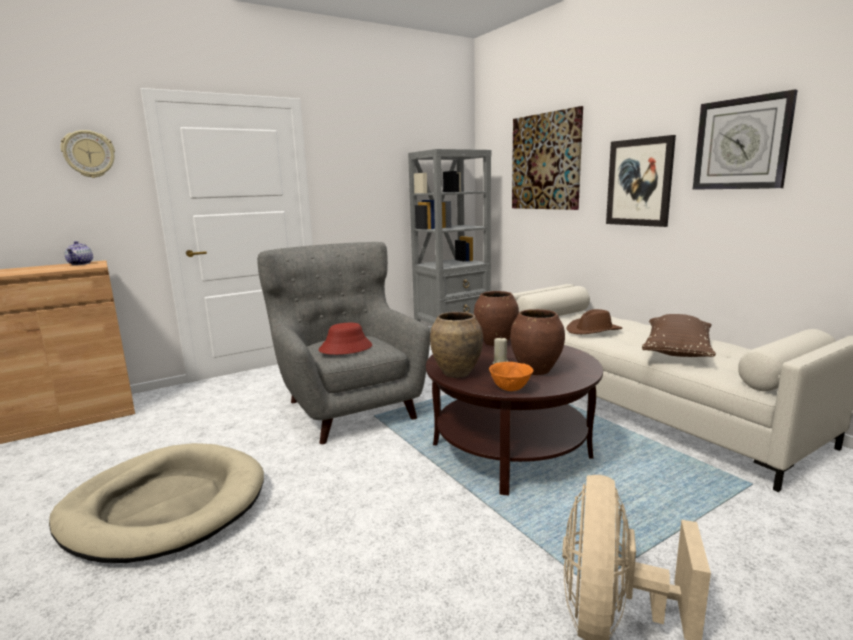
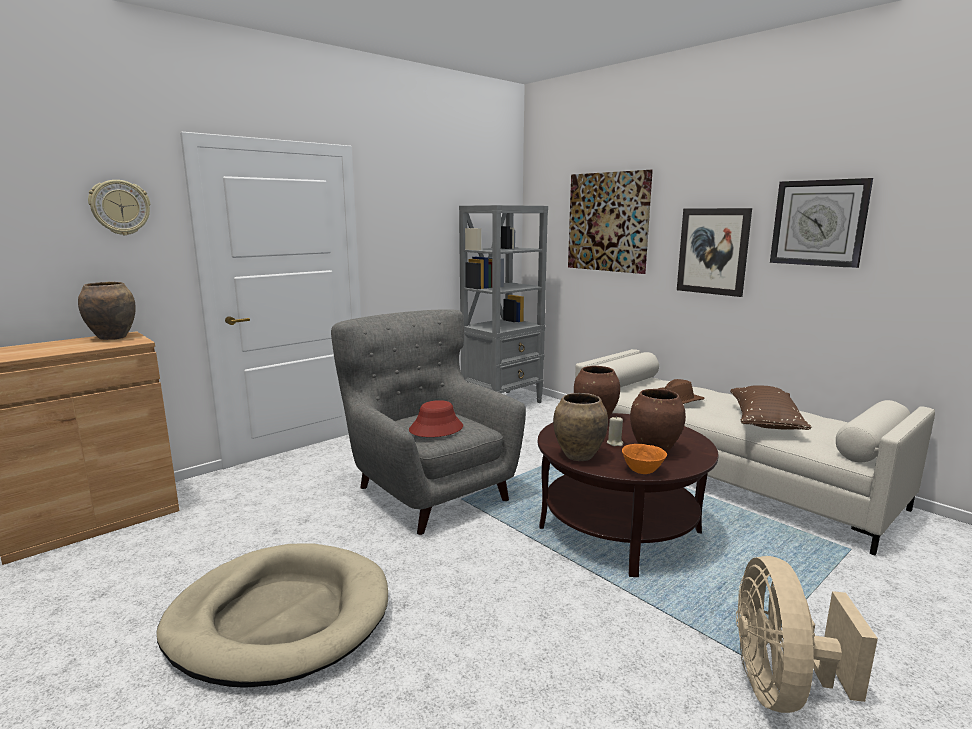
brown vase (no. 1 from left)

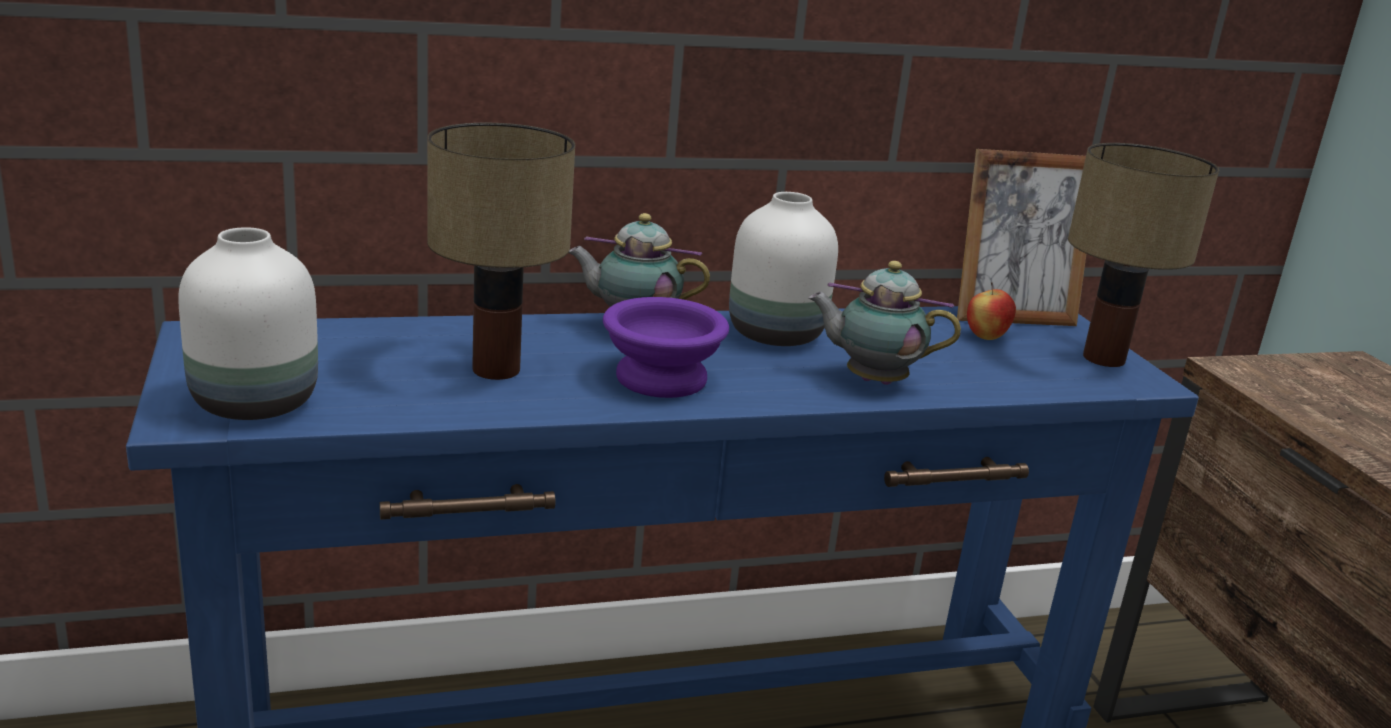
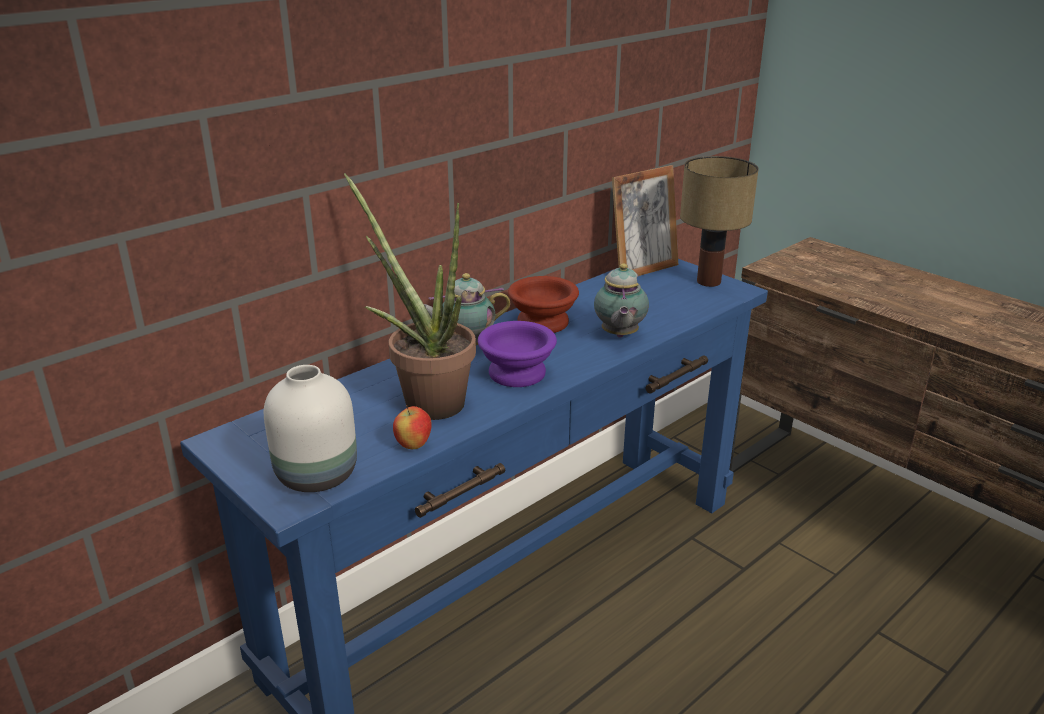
apple; potted plant; brown bowl; teapot (no. 2 from left)

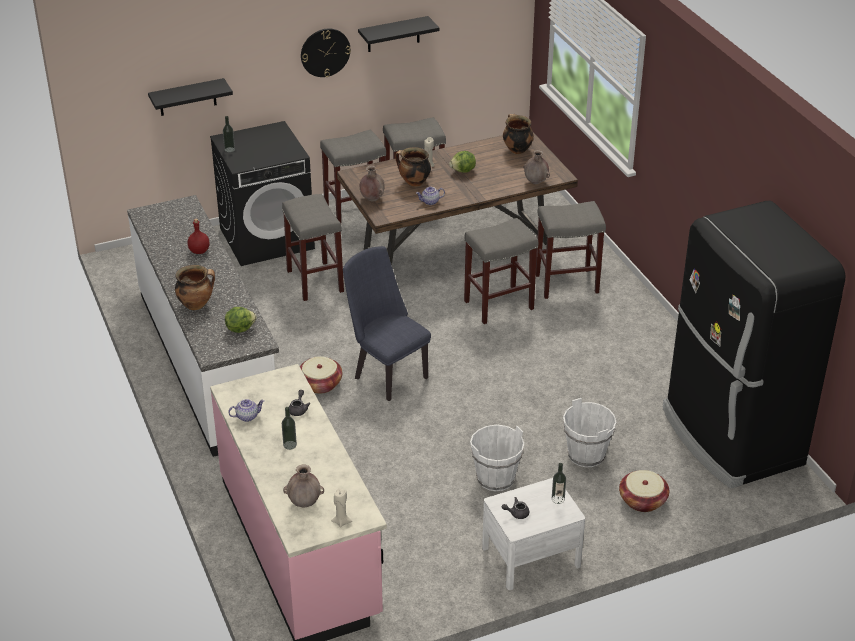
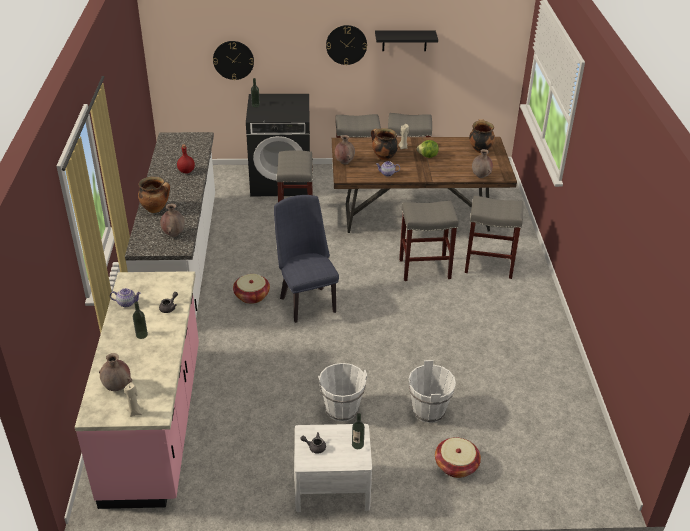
black fridge; wall clock (no. 1 from left); brown vase (no. 2 from left)

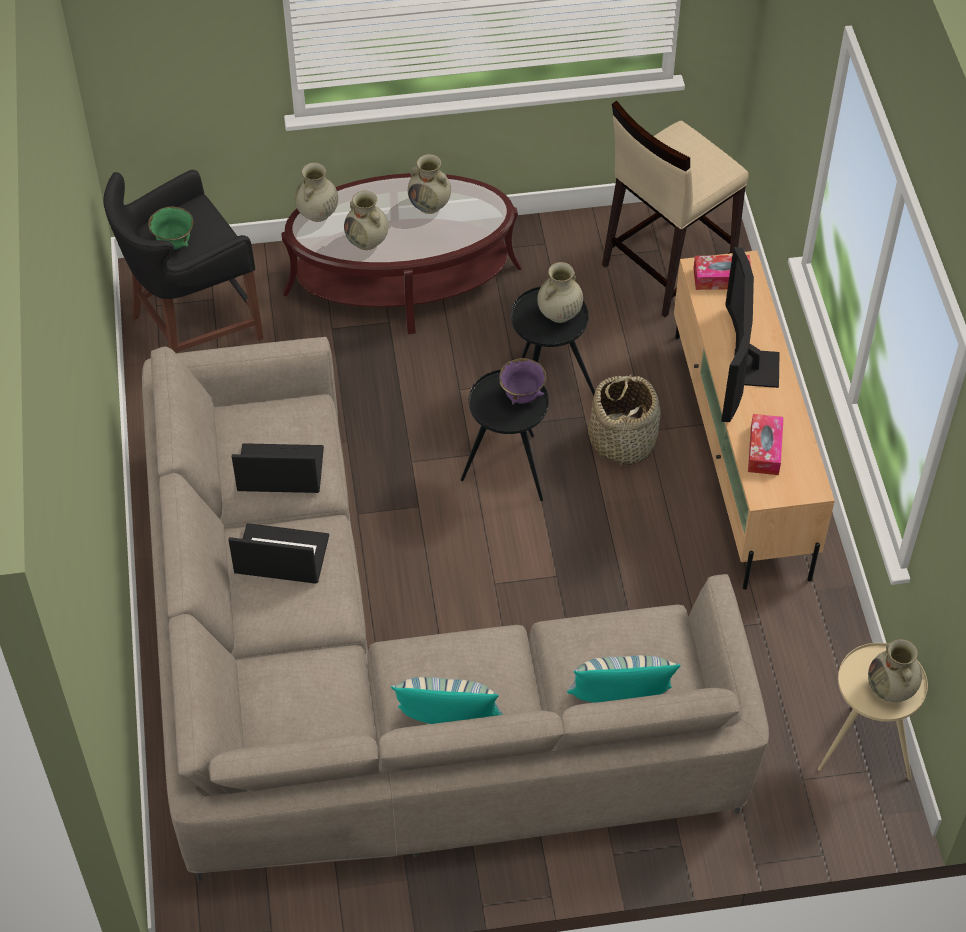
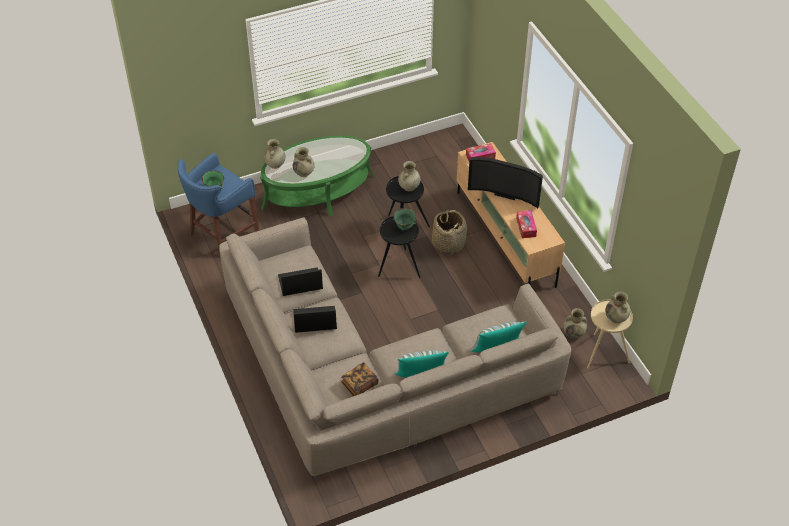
beige stool; book; beige vase (no. 4 from left); blue stool; green coffee table; green bowl (no. 2 from left); television

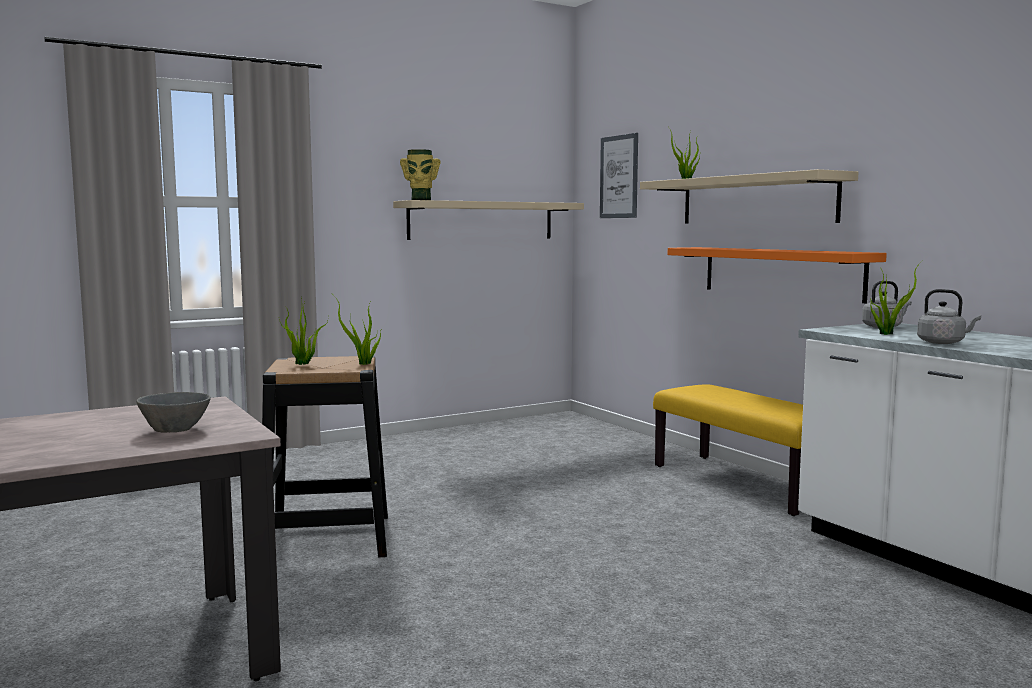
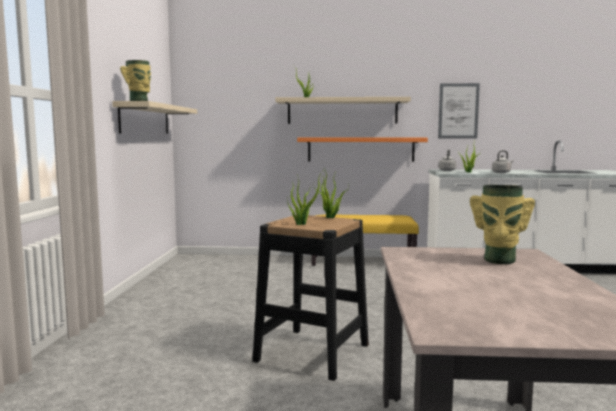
picture; vase (no. 2 from left)

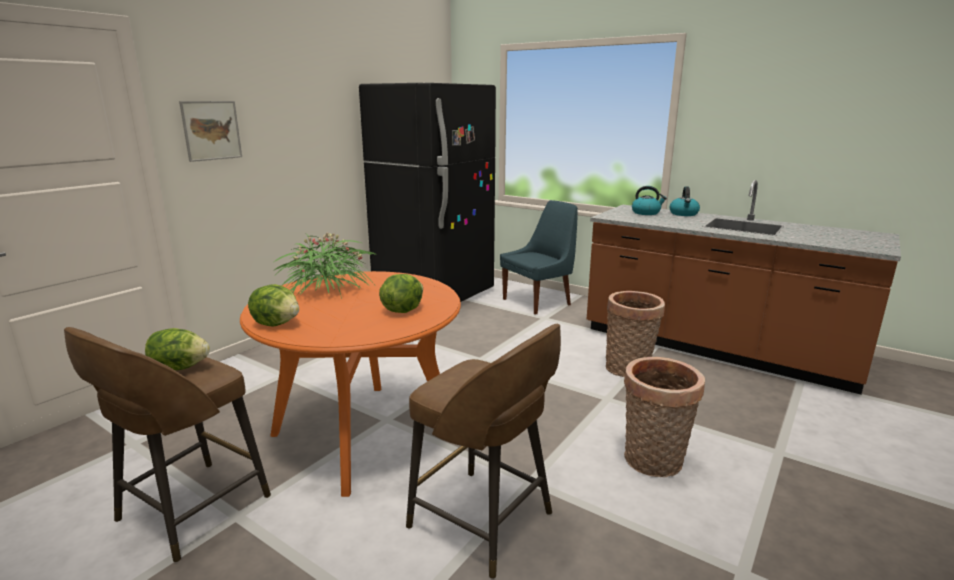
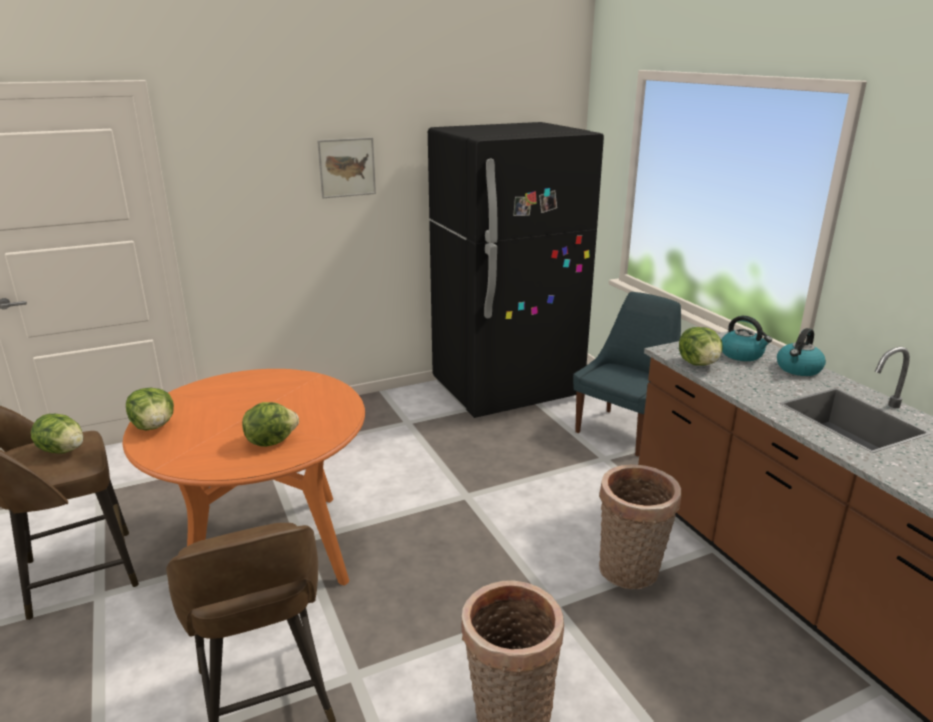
potted plant; lettuce (no. 4 from left); picture; blue chair

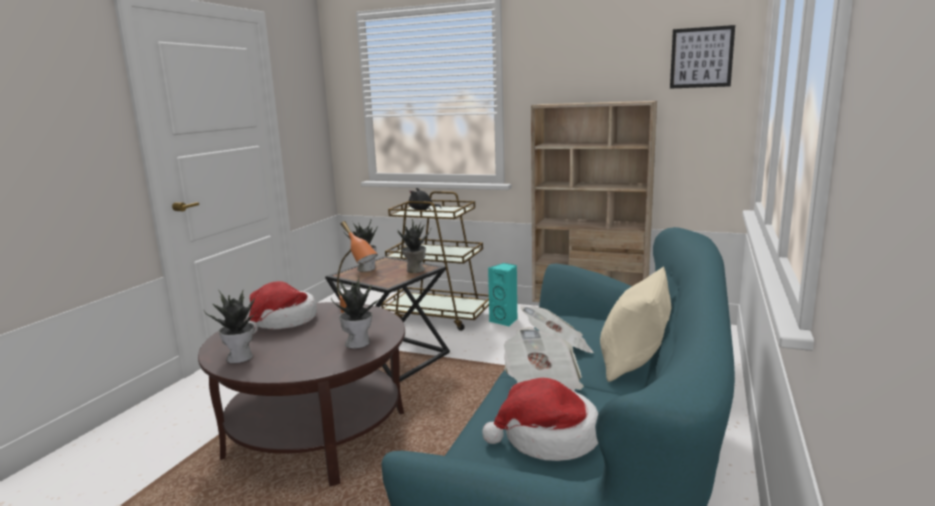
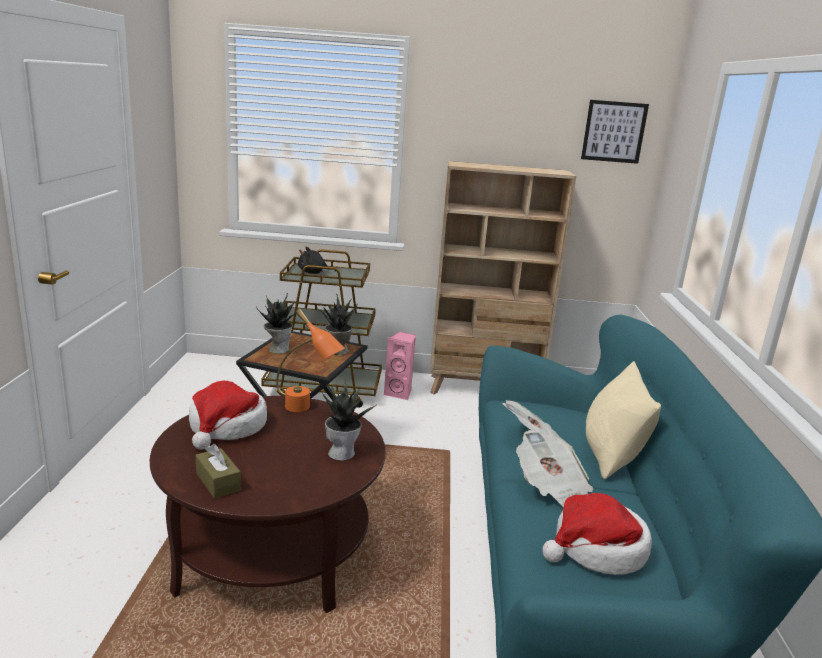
brown tissue box; pink speaker

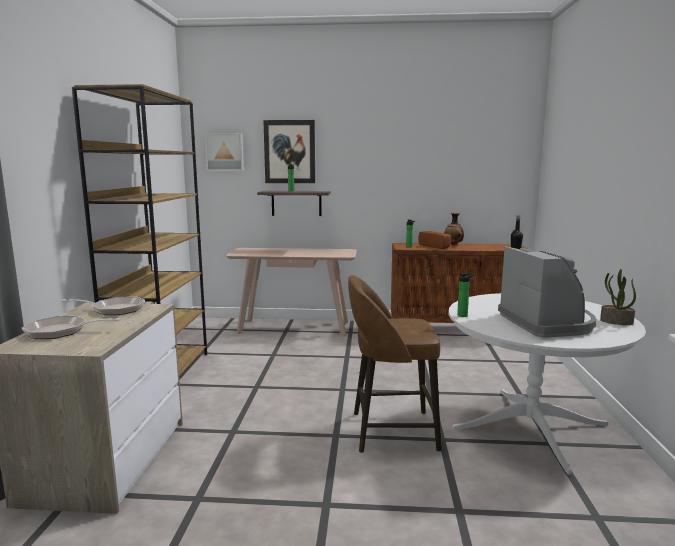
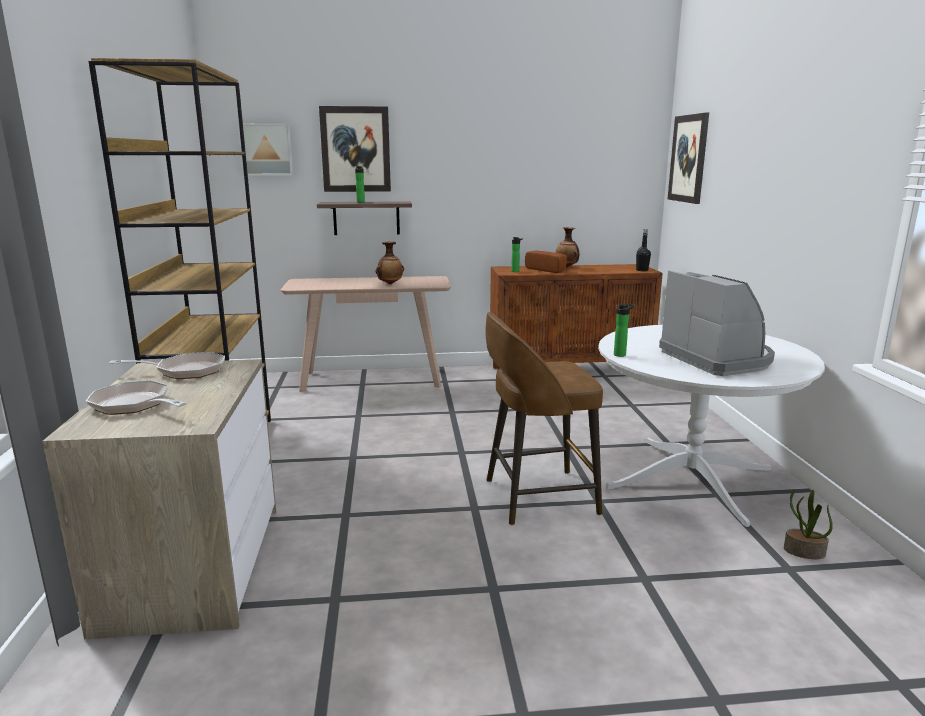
vase (no. 1 from left); picture (no. 3 from left); potted plant; frying pan (no. 1 from left)

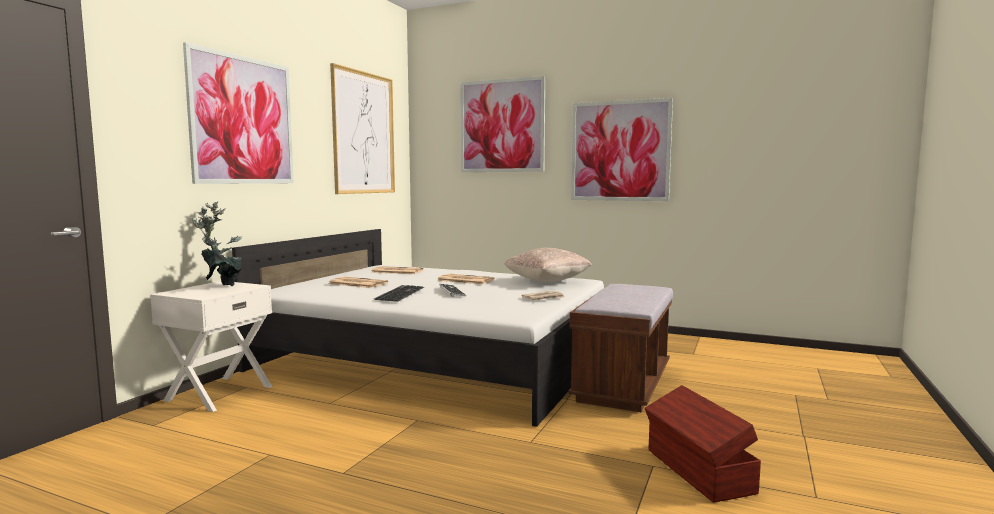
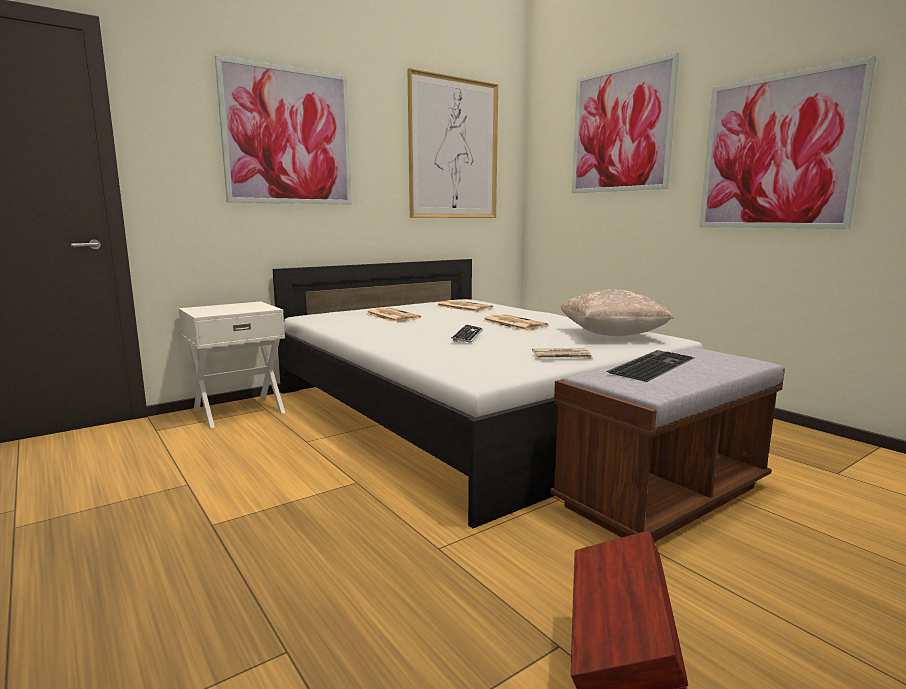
potted plant; keyboard (no. 2 from left)

